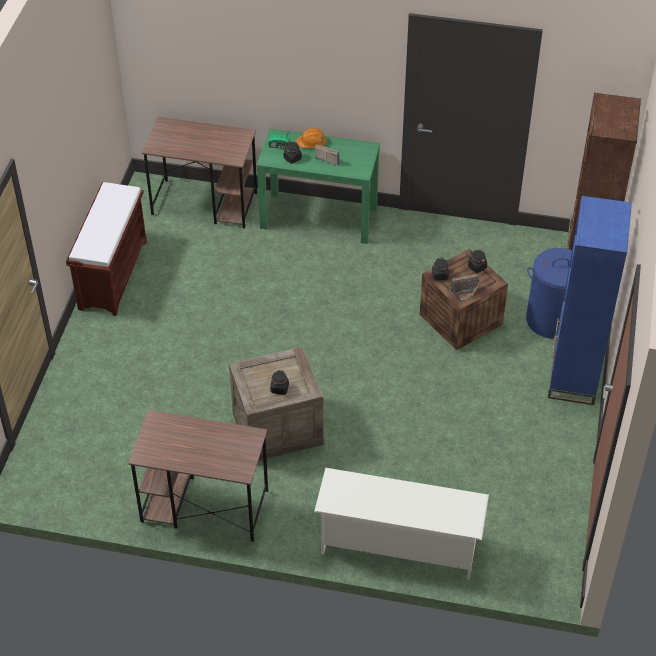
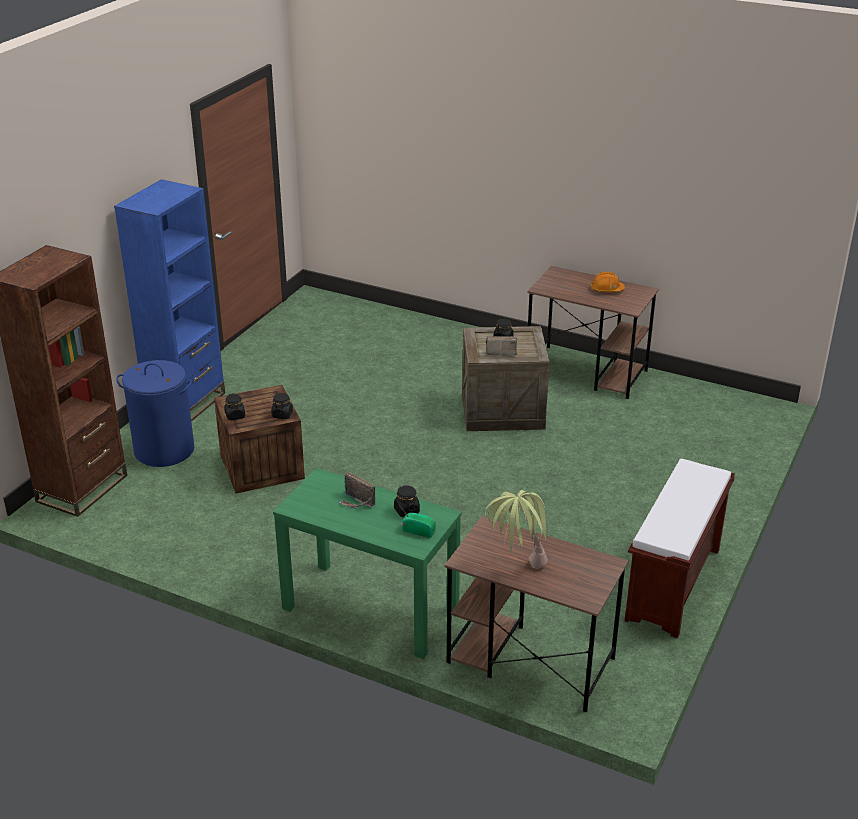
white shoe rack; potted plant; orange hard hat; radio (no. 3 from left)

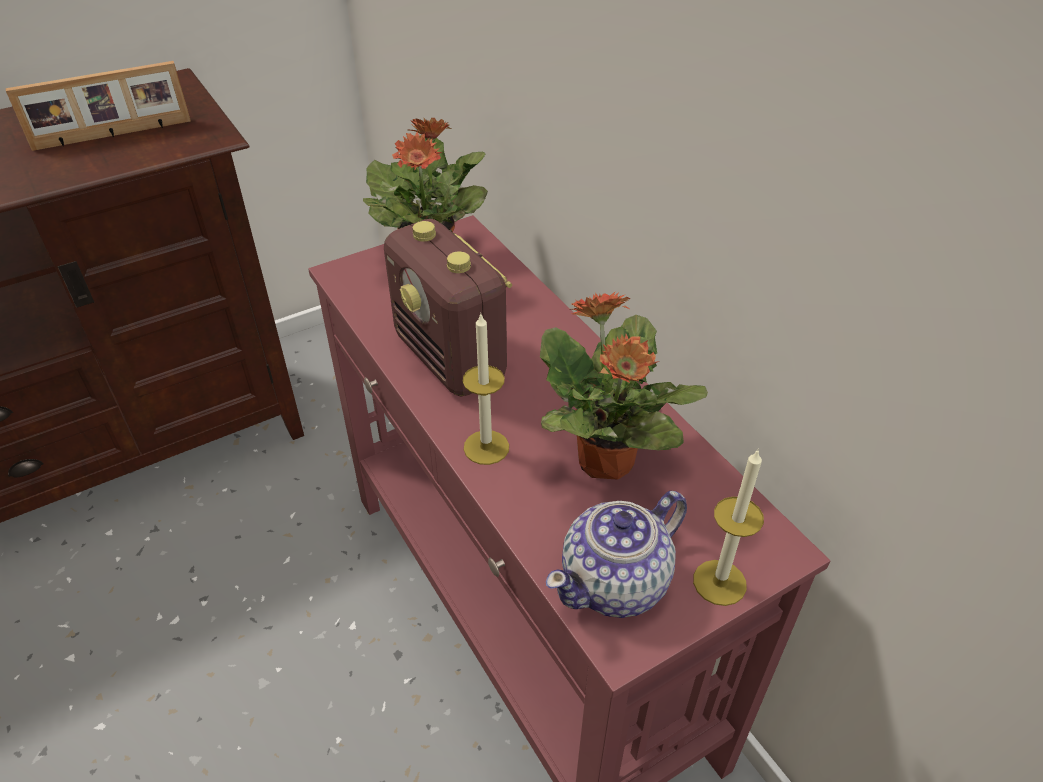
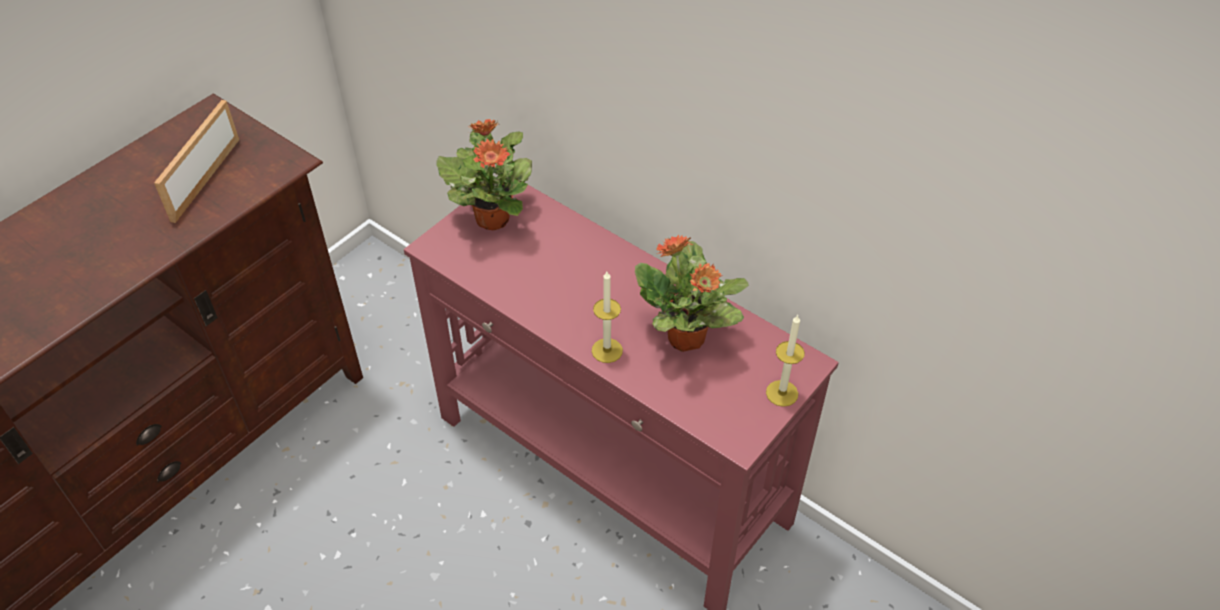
radio; teapot; picture frame

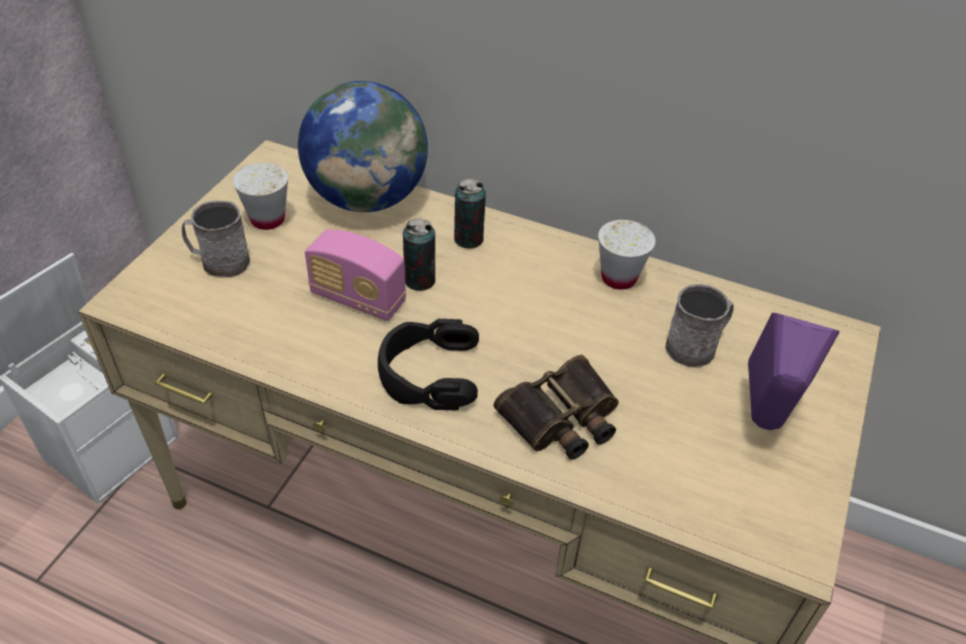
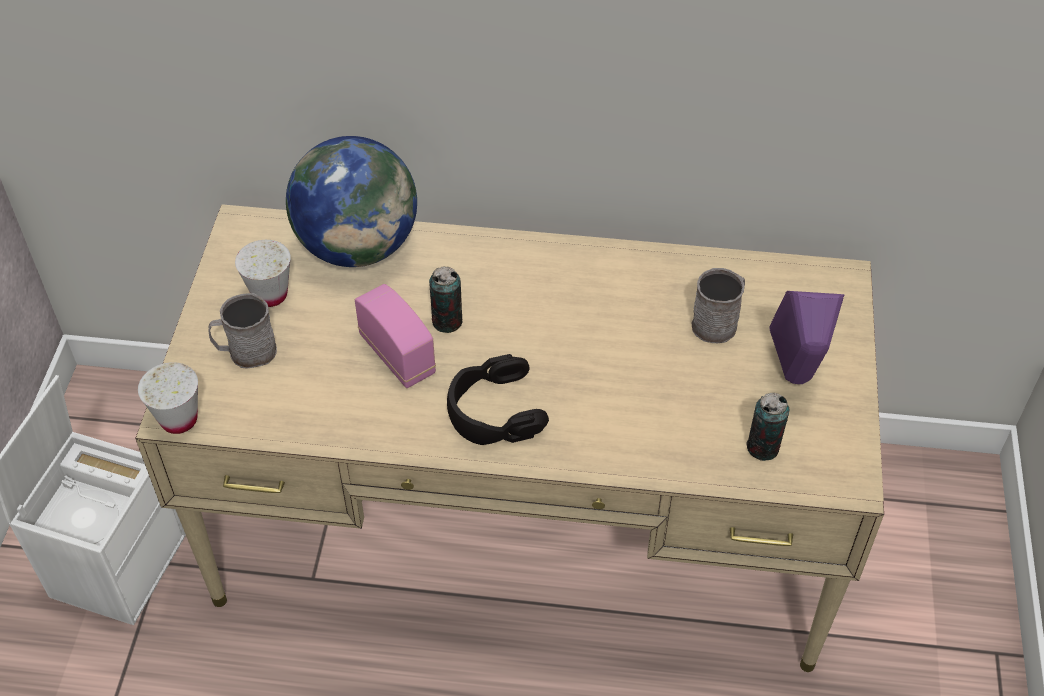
binoculars; can (no. 2 from left); white cup (no. 1 from left); radio

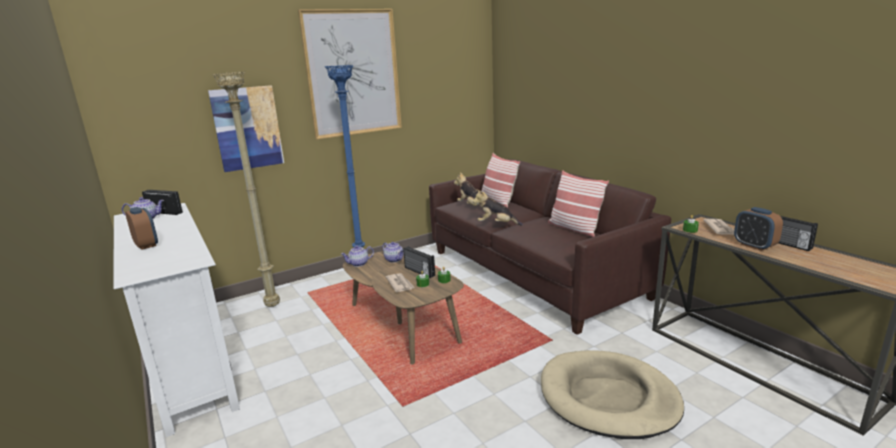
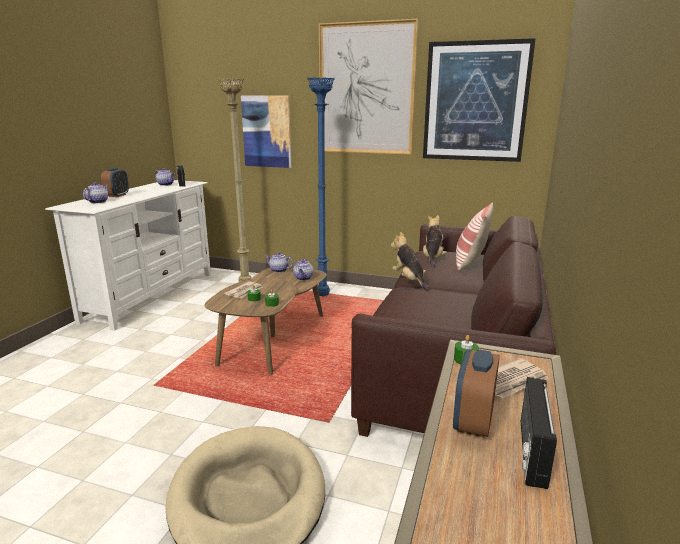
radio (no. 2 from left in the first image); pillow (no. 2 from left in the first image); teapot (no. 1 from left); picture (no. 3 from left)

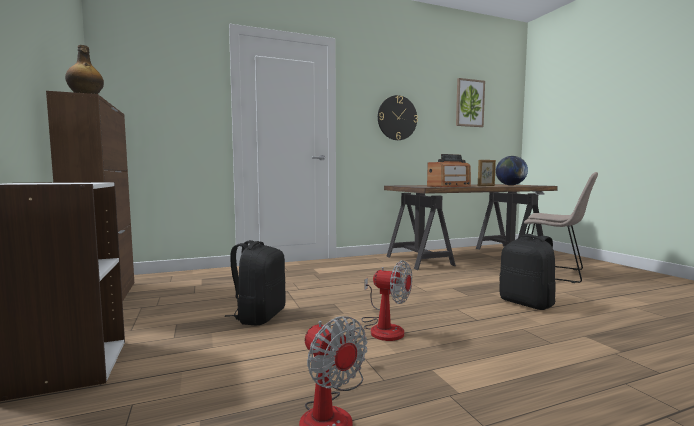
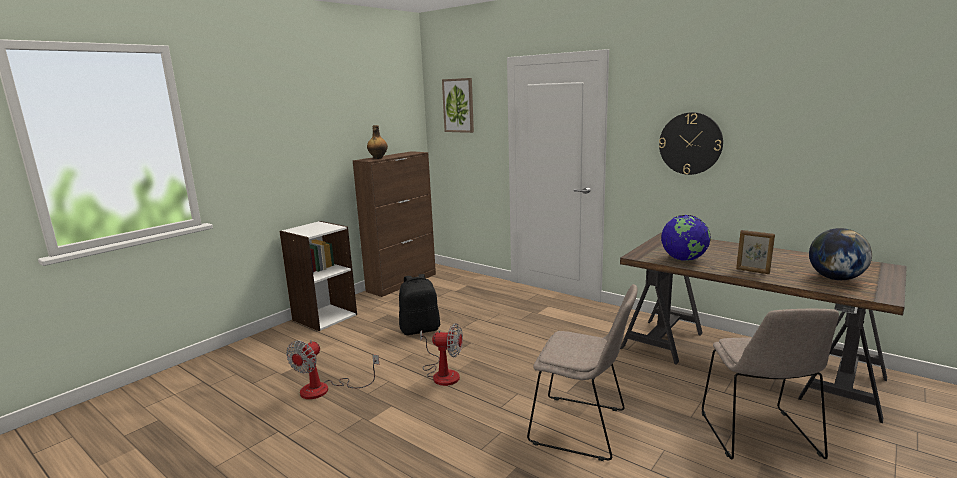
picture; globe (no. 1 from left); beige chair (no. 1 from left); fan (no. 2 from left)

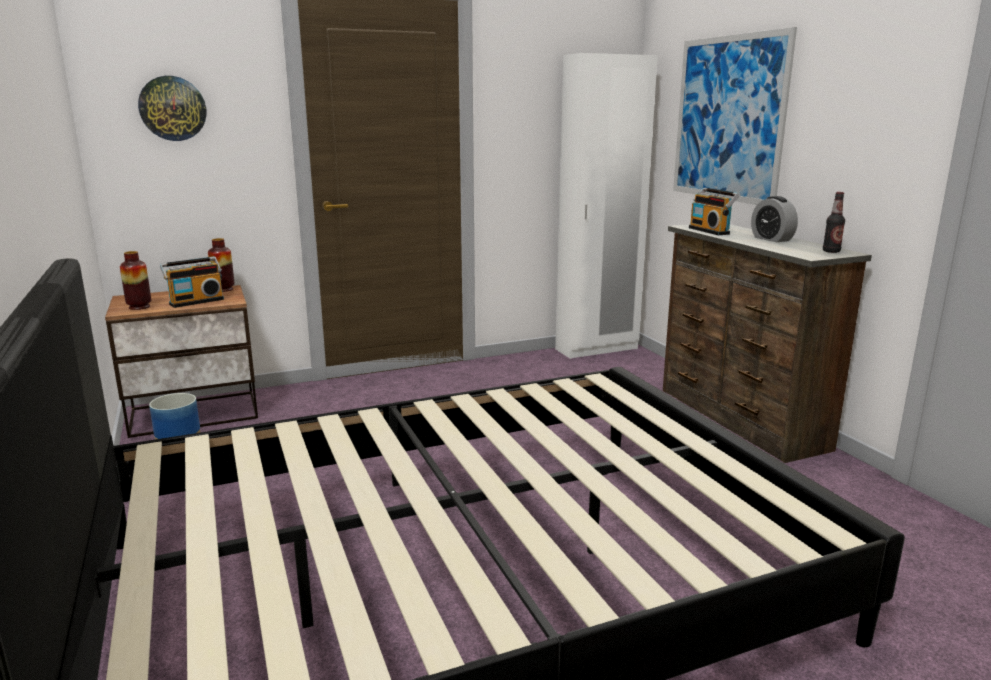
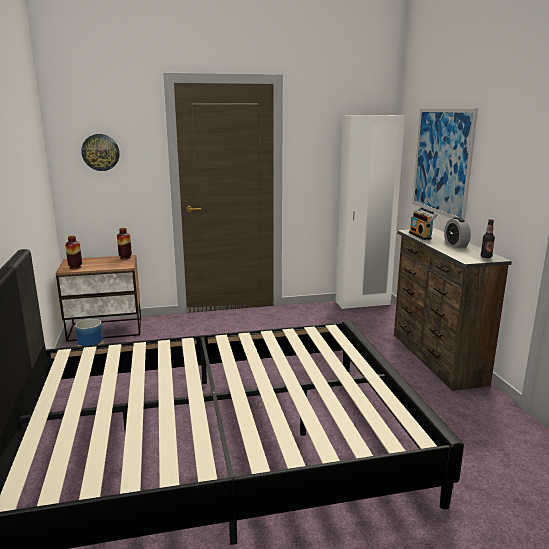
radio (no. 1 from left in the first image)

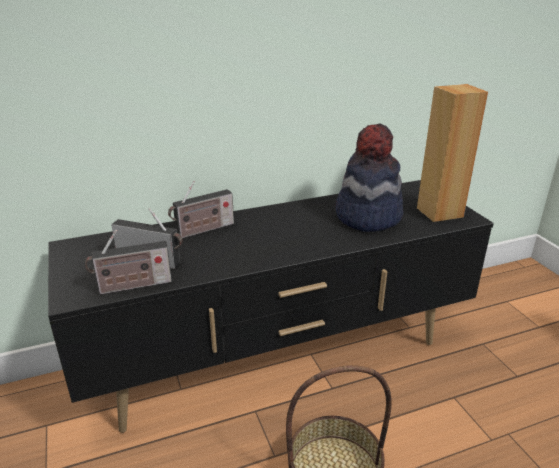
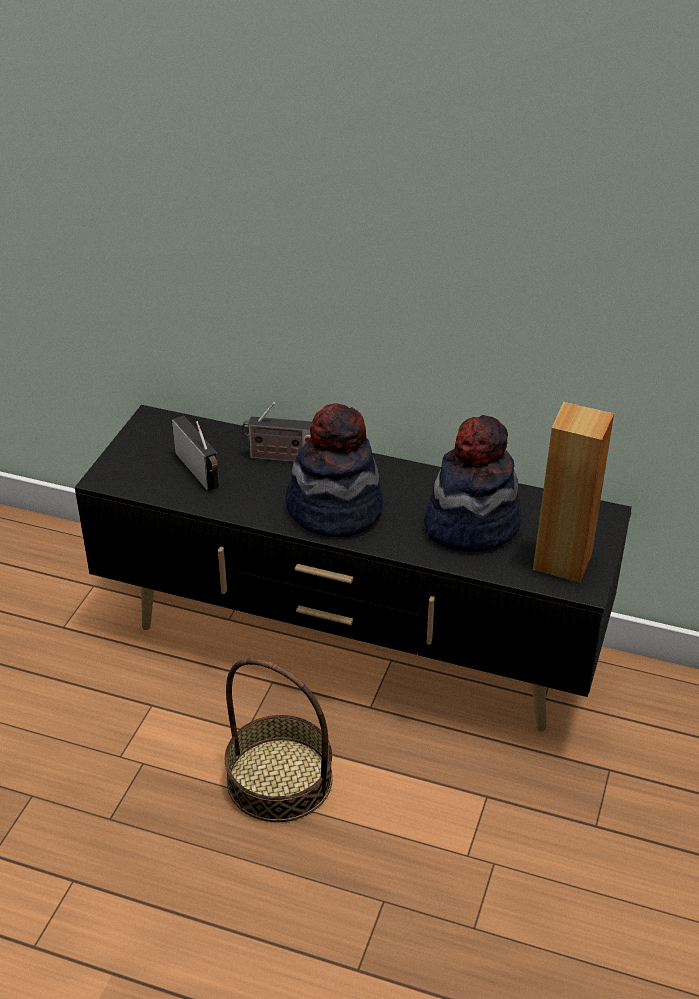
radio (no. 1 from left in the first image); hat (no. 1 from left)

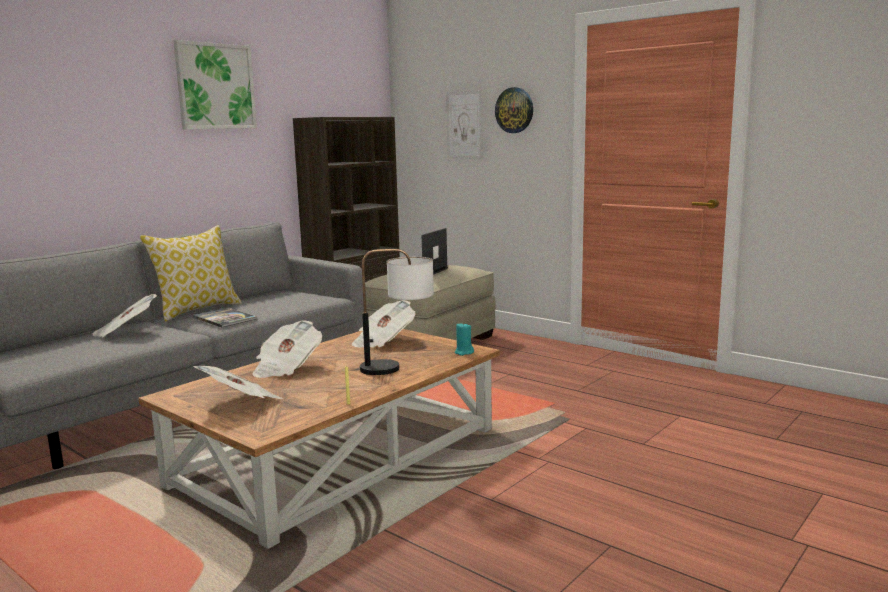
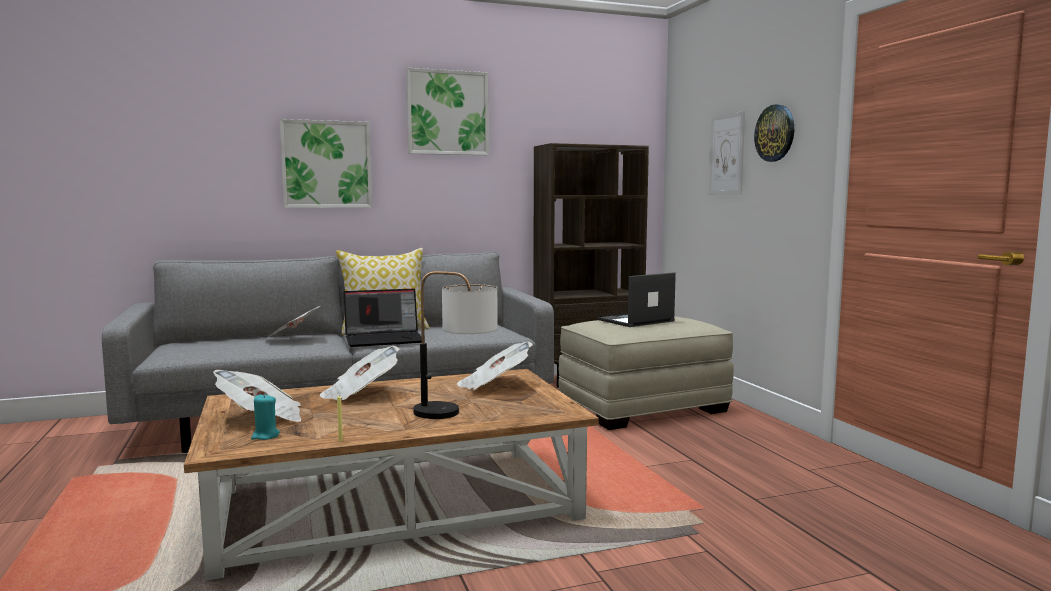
picture (no. 1 from left); turquoise candle; laptop (no. 1 from left)

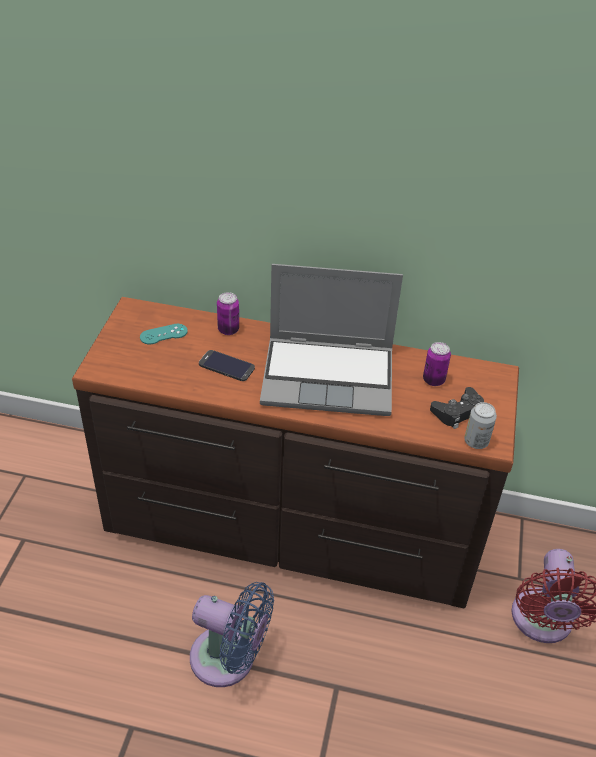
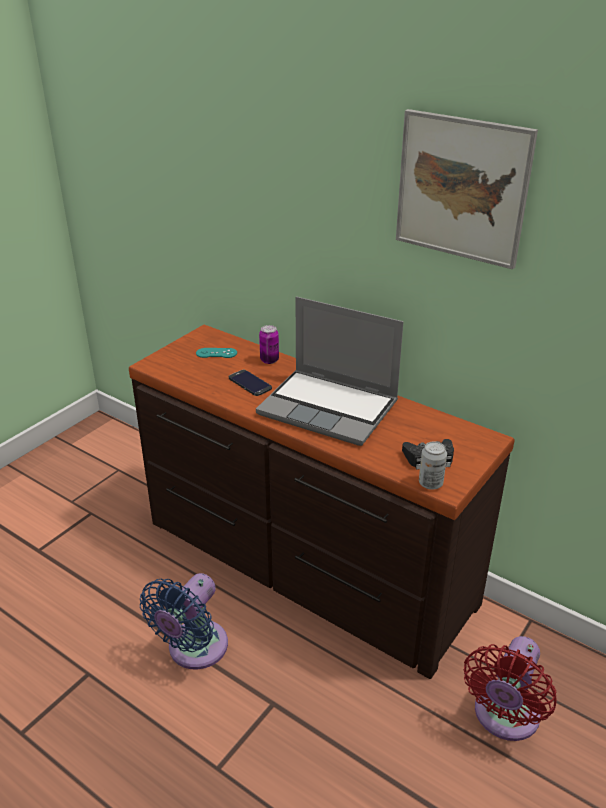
can (no. 2 from left in the first image); picture; blue fan

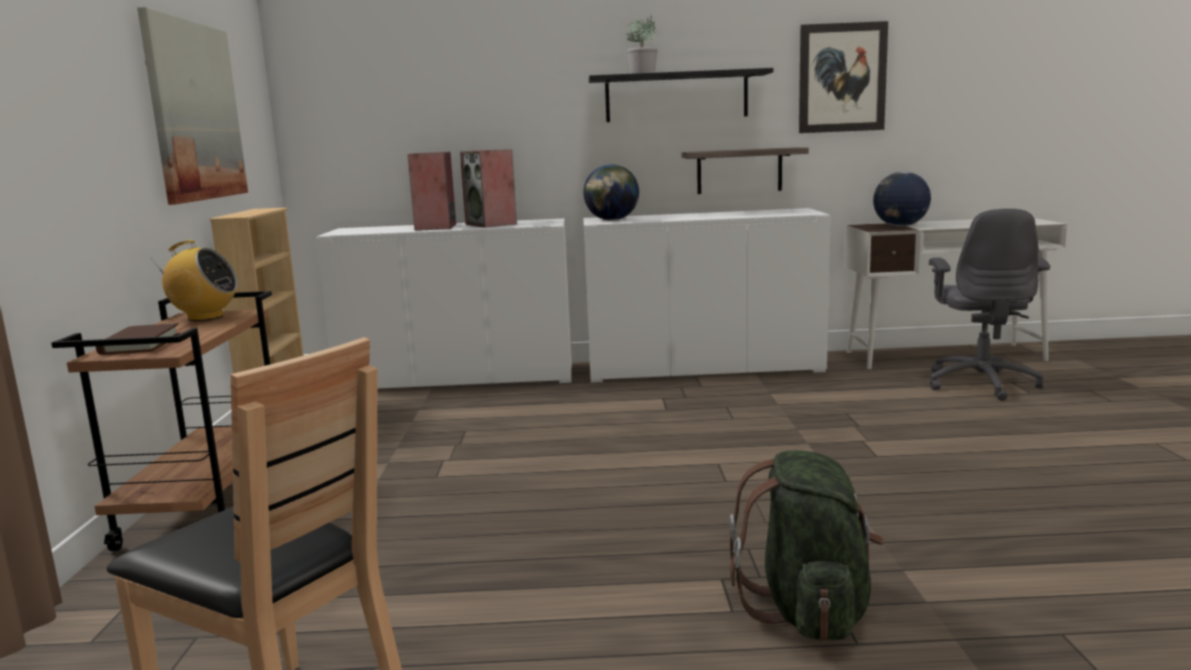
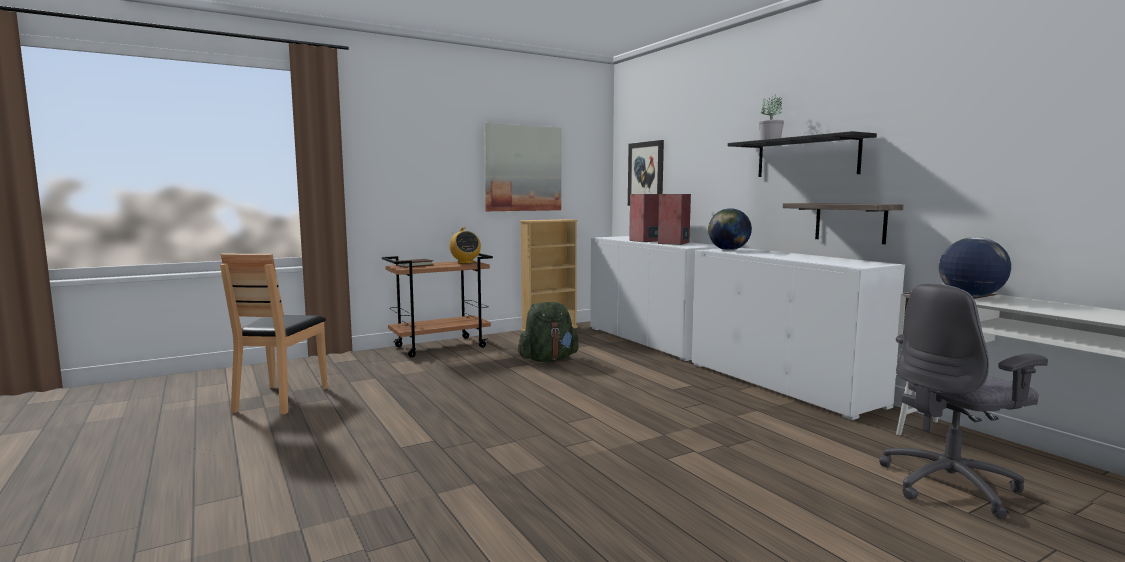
green backpack; picture (no. 2 from left)

